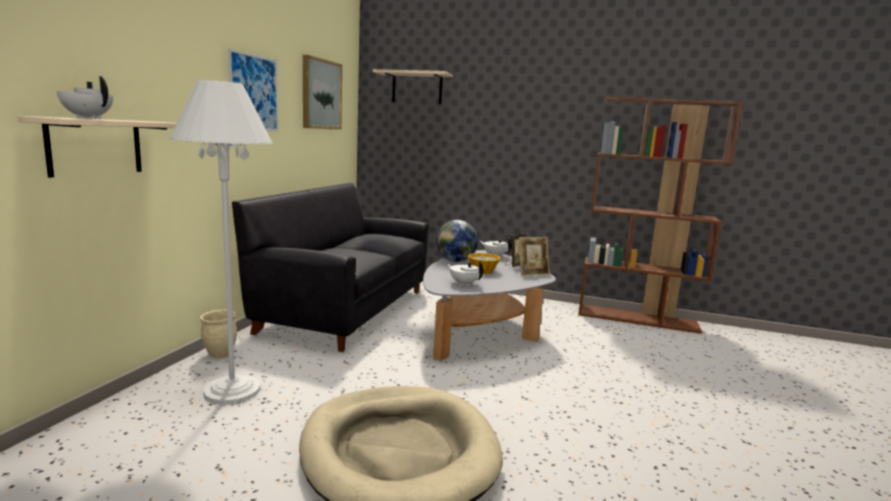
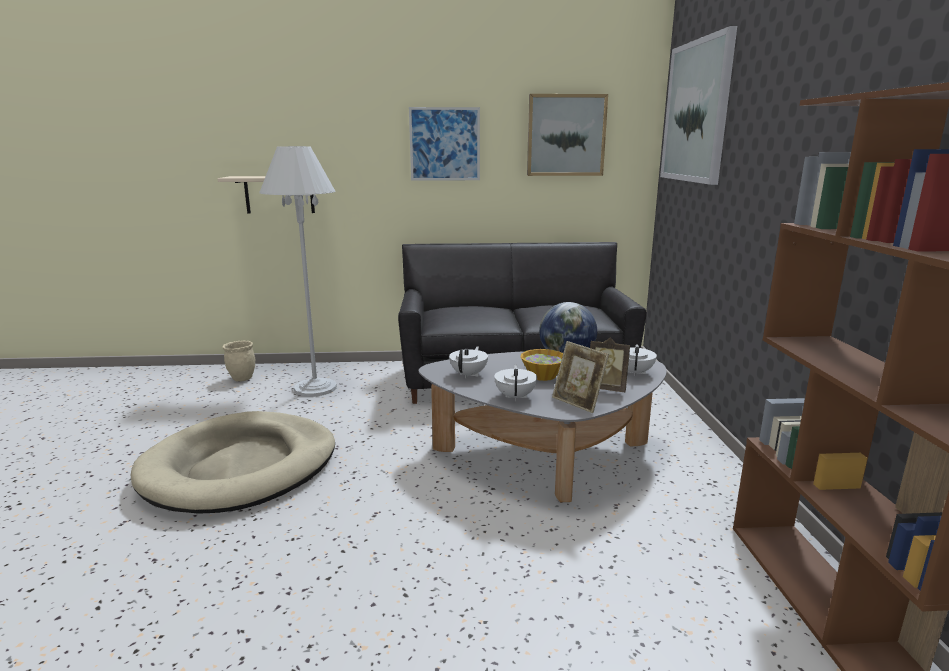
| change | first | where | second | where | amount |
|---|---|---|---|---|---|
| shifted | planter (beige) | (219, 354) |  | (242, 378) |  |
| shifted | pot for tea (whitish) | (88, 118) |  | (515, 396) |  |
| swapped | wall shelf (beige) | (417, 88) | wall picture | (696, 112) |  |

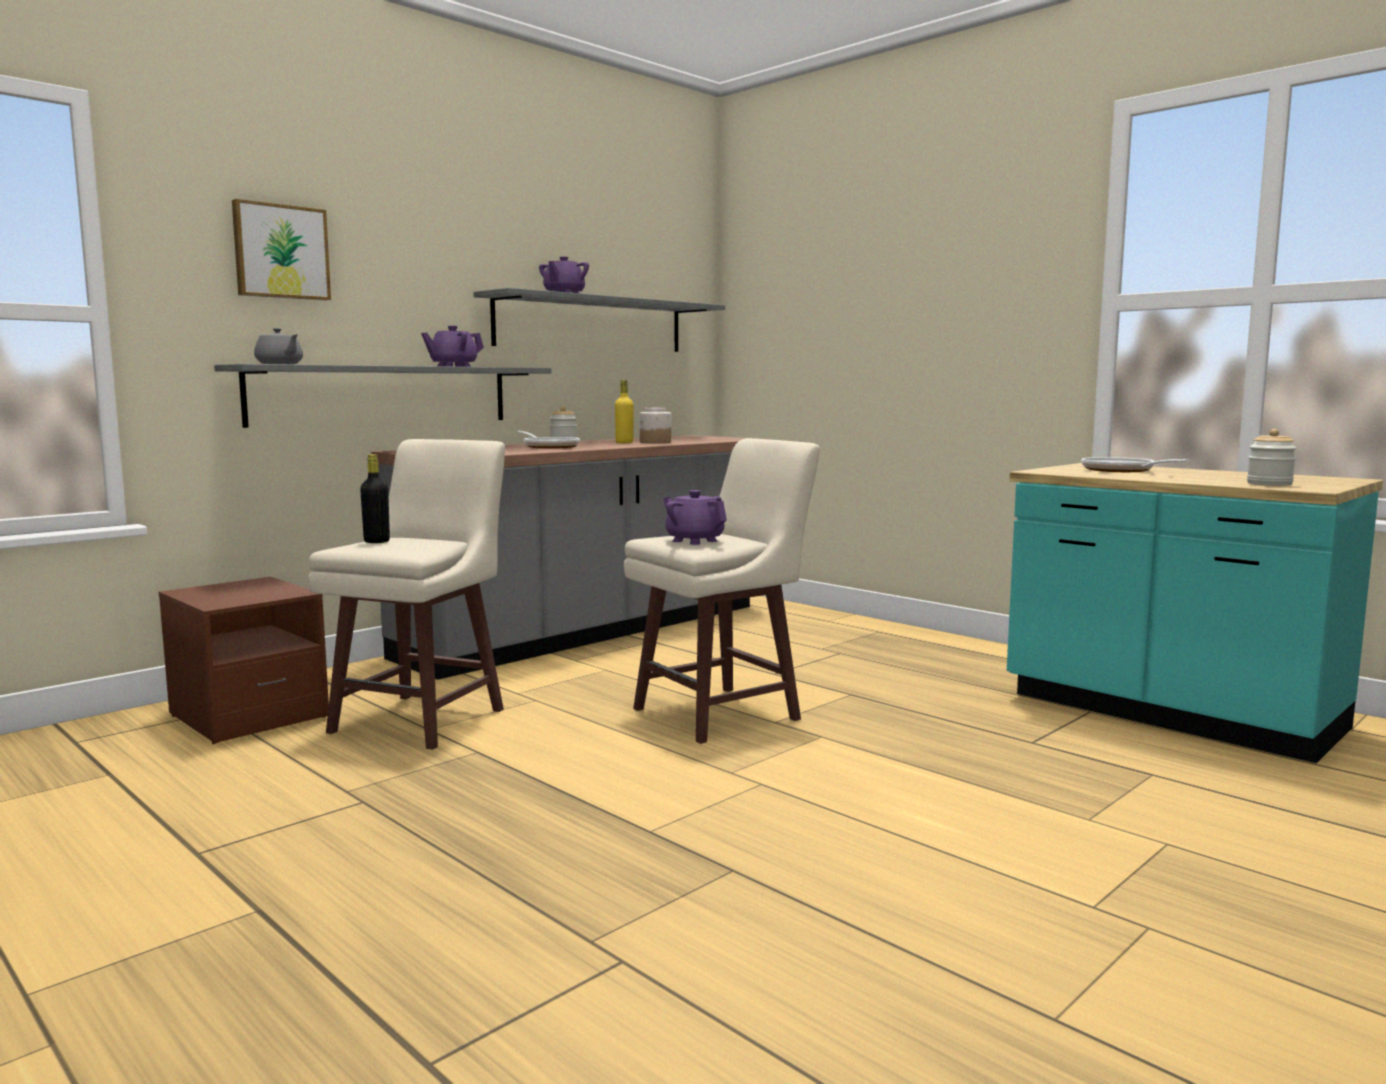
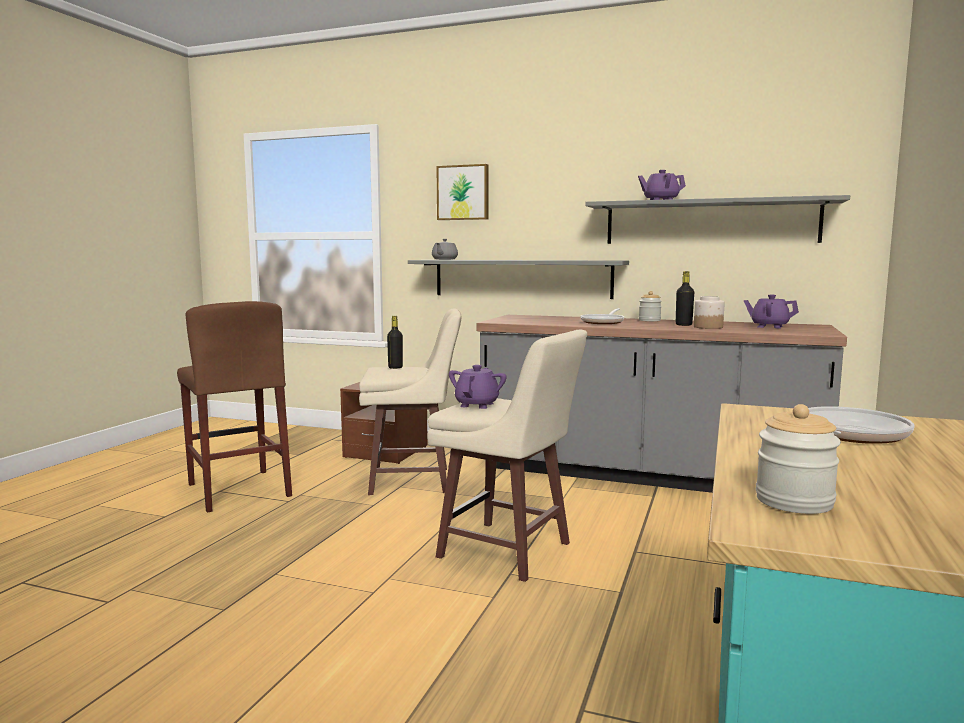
| change | first | where | second | where | amount |
|---|---|---|---|---|---|
| new |  |  | stool seat (brown-coloured) | (238, 490) |  |
| repainted | beverage bottle (yellowish) | (624, 443) | beverage bottle (black-coloured) | (683, 325) |  |
| shifted | pot for tea (purple) | (453, 366) |  | (769, 326) |  |

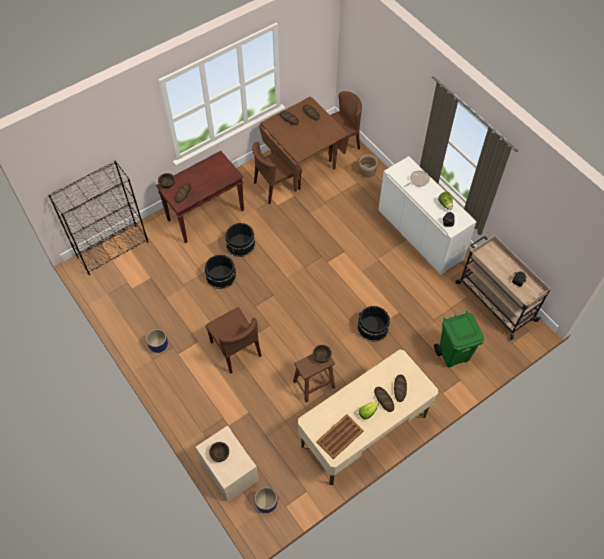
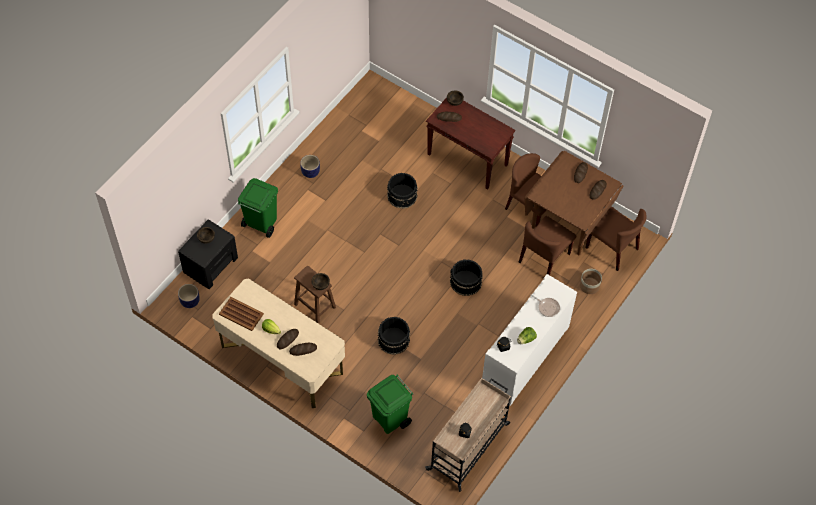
| change | first | where | second | where | amount |
|---|---|---|---|---|---|
| repainted | night table (beige) | (229, 470) | night table (black-coloured) | (211, 264) |  |
| new |  |  | trash can (green) | (261, 224) |  |
| shifted | water bucket (black-coloured) | (241, 245) |  | (465, 282) |  |
| shifted | upright chair (brown-coloured) | (236, 349) |  | (544, 258) |  |
| gone | bookcase (black-coloured) | (113, 249) |  |  |  |

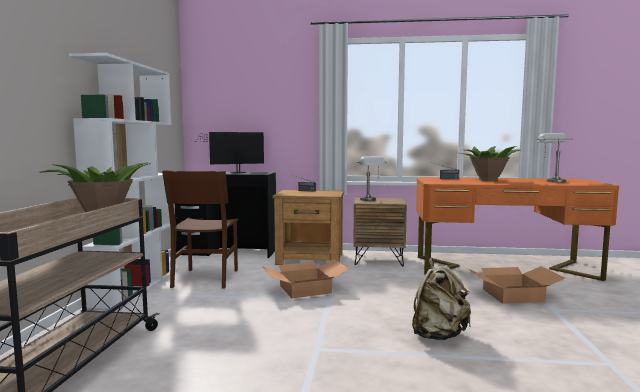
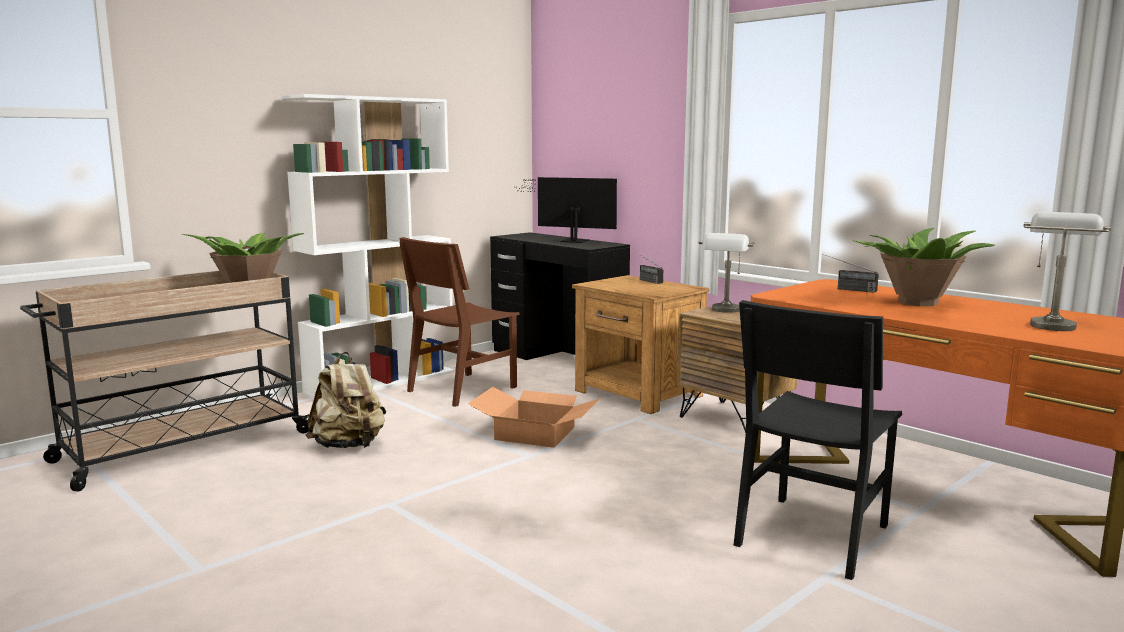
| change | first | where | second | where | amount |
|---|---|---|---|---|---|
| shifted | knapsack (beige) | (438, 335) |  | (349, 446) |  |
| swapped | carton | (512, 295) | upright chair (black-coloured) | (812, 535) |  |

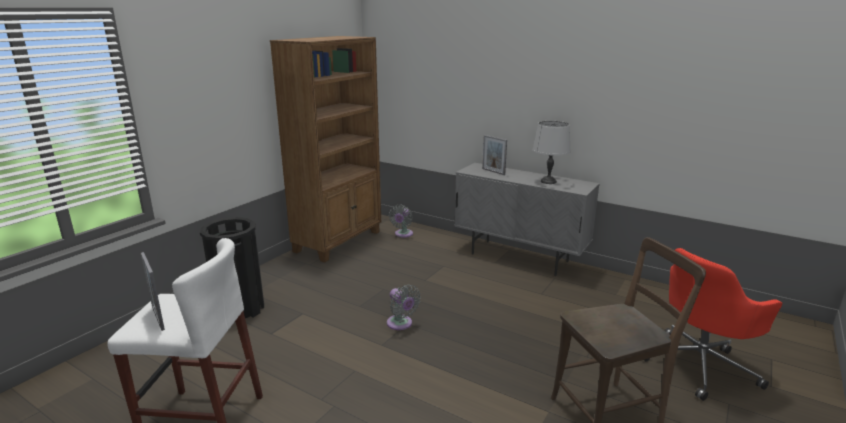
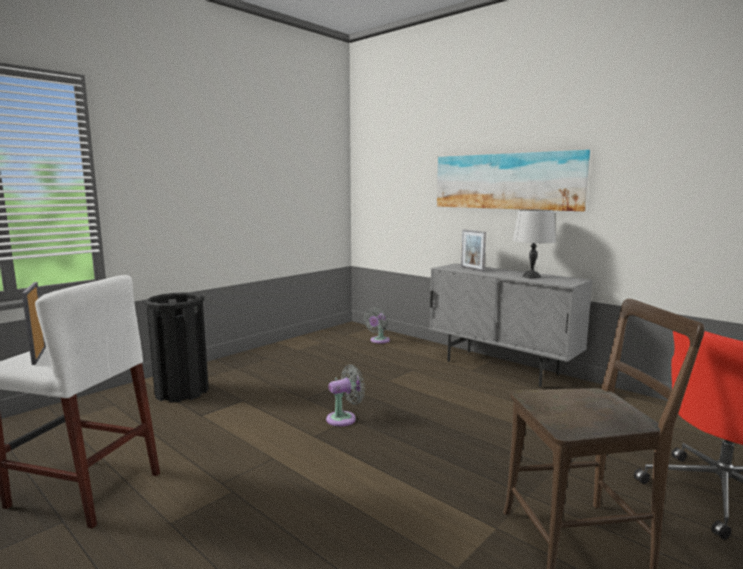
| change | first | where | second | where | amount |
|---|---|---|---|---|---|
| rotated | cooling fan (greyish) | (401, 324) |  | (344, 418) | 90 degrees counterclockwise |
| new |  |  | wall picture | (506, 181) |  |
| gone | bookcase (brown-coloured) | (339, 241) |  |  |  |

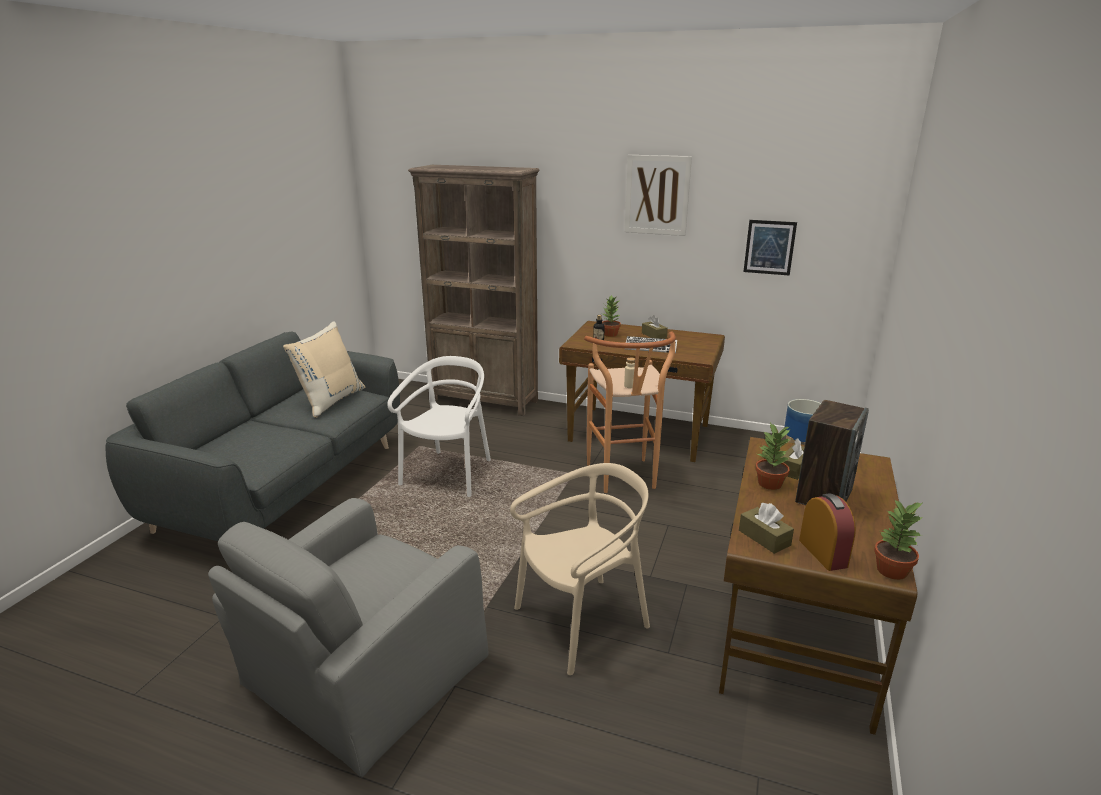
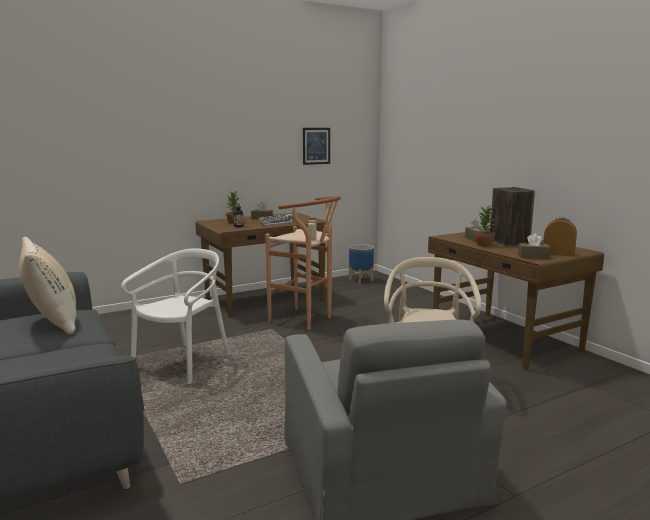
| change | first | where | second | where | amount |
|---|---|---|---|---|---|
| rotated | upright chair (whitish) | (448, 474) |  | (183, 363) | 60 degrees clockwise |
| gone | bookcase (brown-coloured) | (484, 401) |  |  |  |
| gone | wall picture | (657, 195) |  |  |  |
| gone | plant in a pot | (892, 571) |  |  |  |

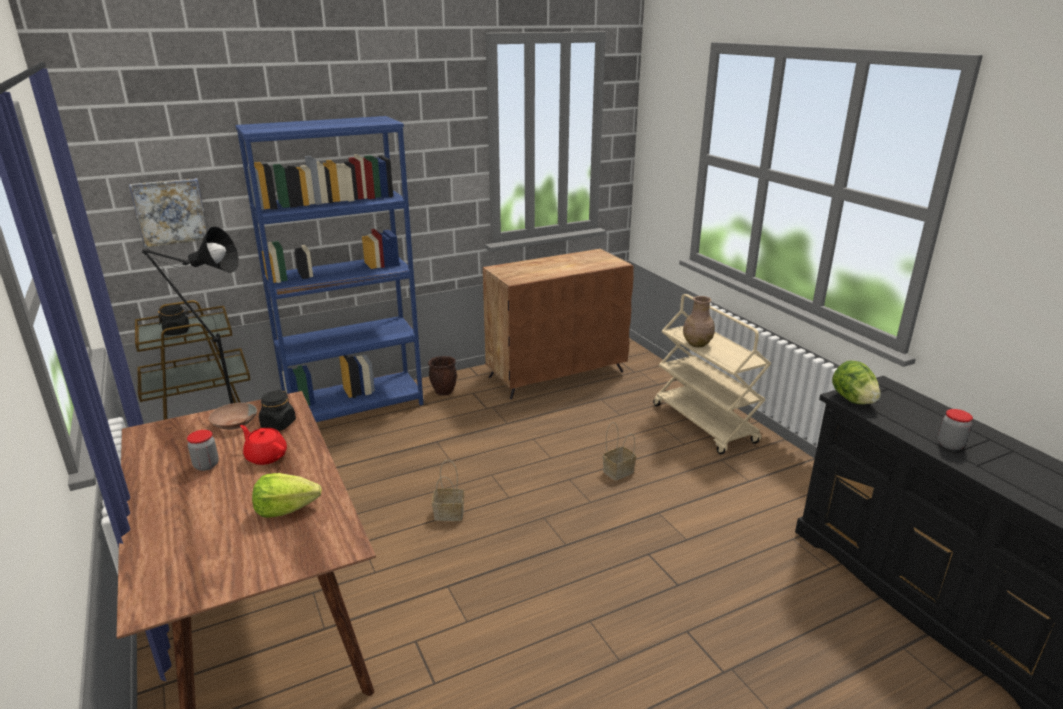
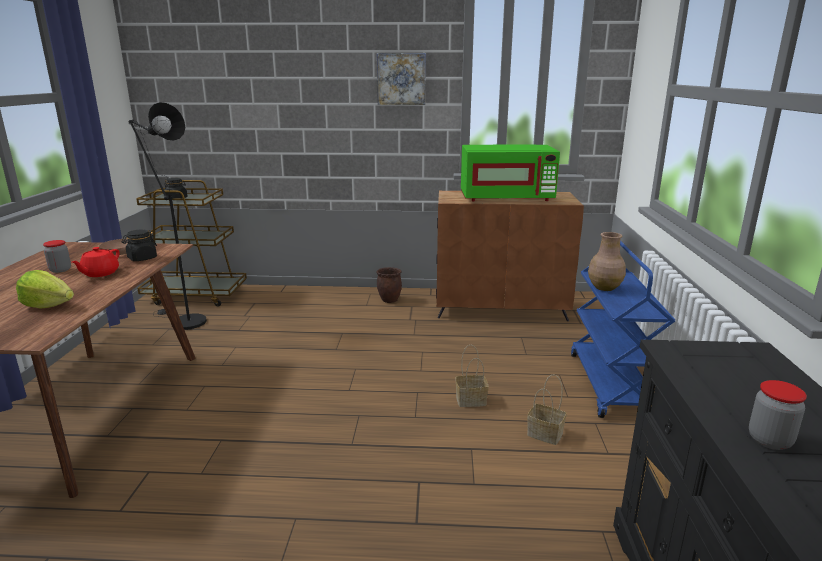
| change | first | where | second | where | amount |
|---|---|---|---|---|---|
| rotated | pot for tea (red) | (266, 456) |  | (100, 273) | 135 degrees counterclockwise |
| shifted | wall picture | (170, 211) |  | (401, 79) |  |
| new |  |  | microwave (green) | (506, 198) |  |
| shifted | household basket | (448, 514) |  | (543, 434) |  |
| repainted | trolley (beige) | (705, 424) | trolley (blue-coloured) | (611, 385) |  |
| gone | bookcase (blue-coloured) | (355, 407) |  |  |  |
| gone | head of lettuce | (852, 400) |  |  |  |

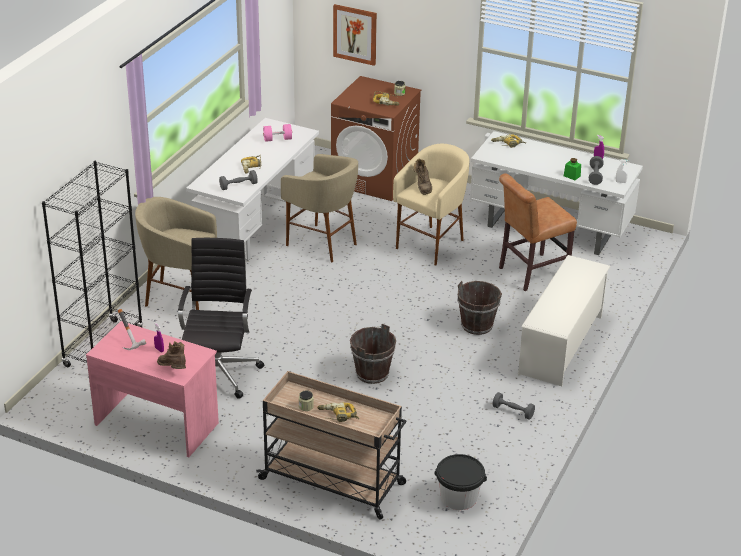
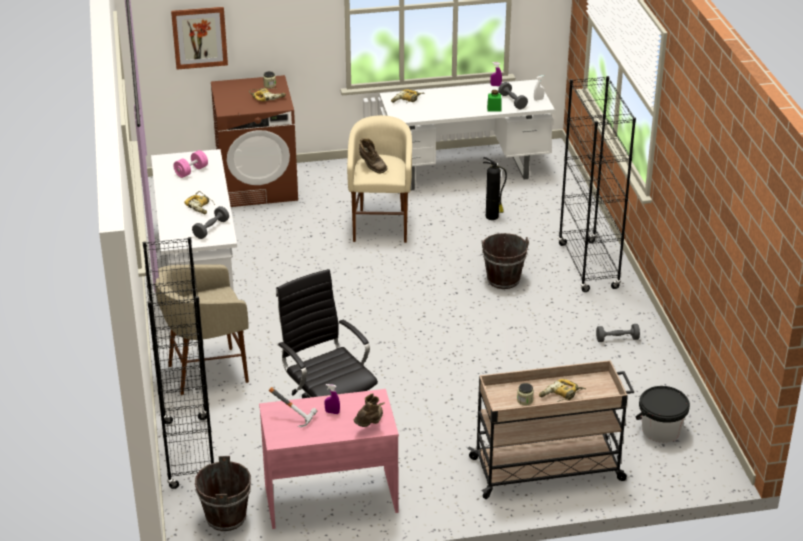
| change | first | where | second | where | amount |
|---|---|---|---|---|---|
| shifted | water bucket (brown-coloured) | (372, 373) |  | (226, 517) |  |
| rotated | tall boot (brown-coloured) | (173, 370) |  | (370, 424) | 105 degrees clockwise |
| swapped | upright chair (brown-coloured) | (530, 273) | extinguisher | (493, 217) |  |
| swapped | shoe rack (whitish) | (561, 345) | bookcase (black-coloured) | (588, 266) |  |
| gone | stool seat (beige) | (322, 244) |  |  |  |

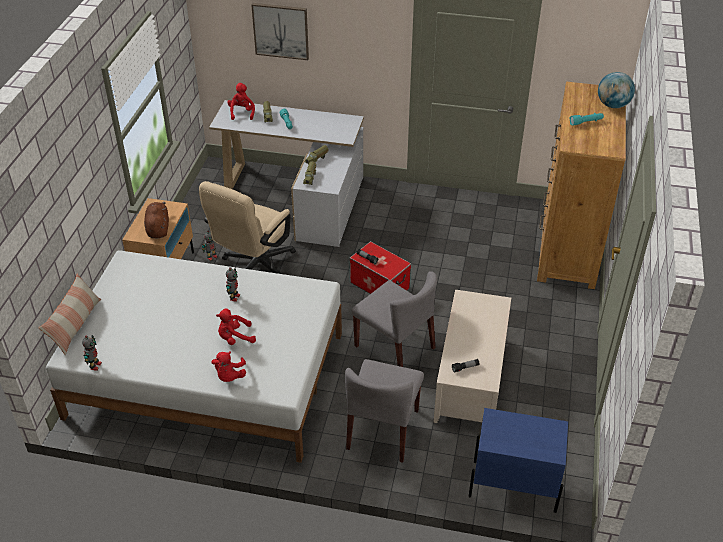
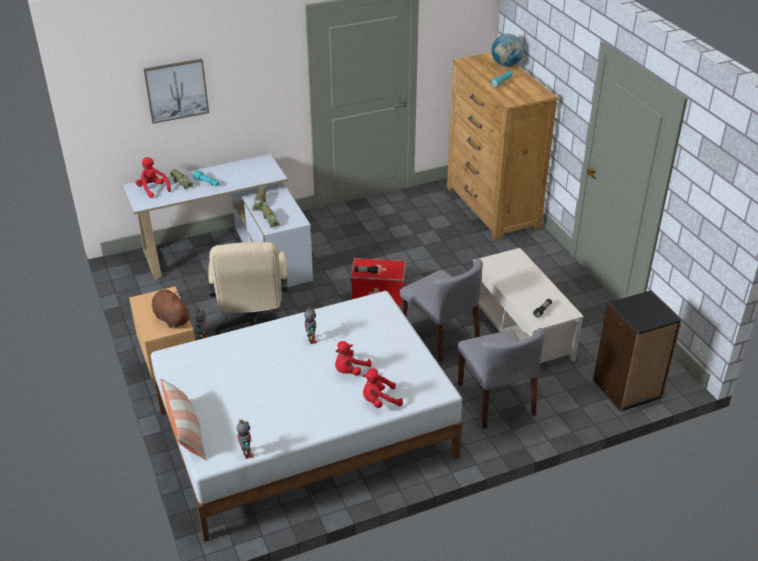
| change | first | where | second | where | amount |
|---|---|---|---|---|---|
| rotated | plush toy (red) | (229, 376) |  | (379, 401) | 105 degrees clockwise |
| rotated | upright chair (greyish) | (395, 347) |  | (440, 336) | 45 degrees clockwise |
| swapped | night table (blue-coloured) | (513, 486) | bookcase (black-coloured) | (627, 389) |  |

